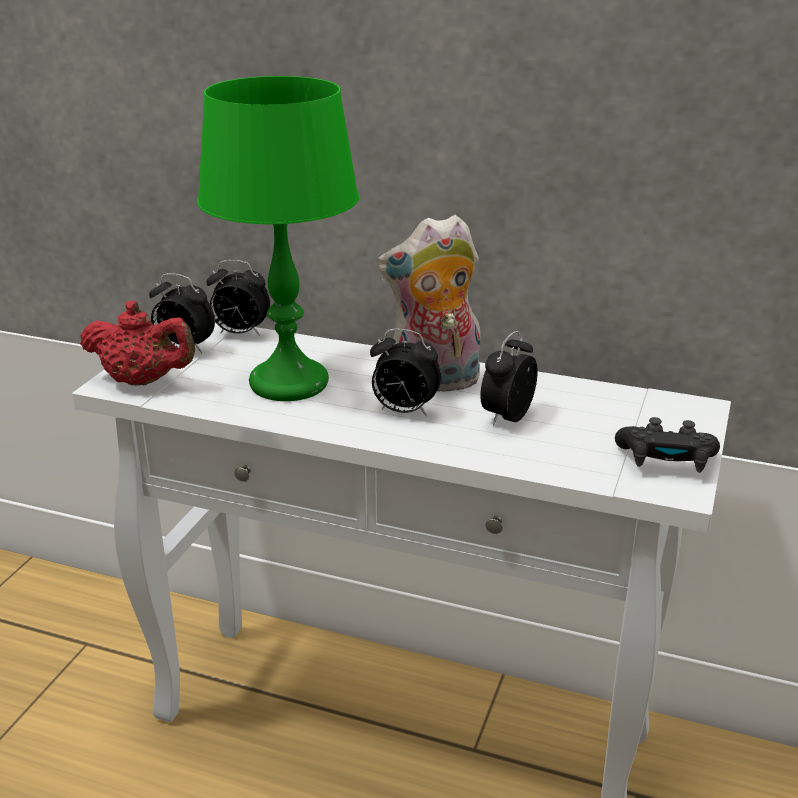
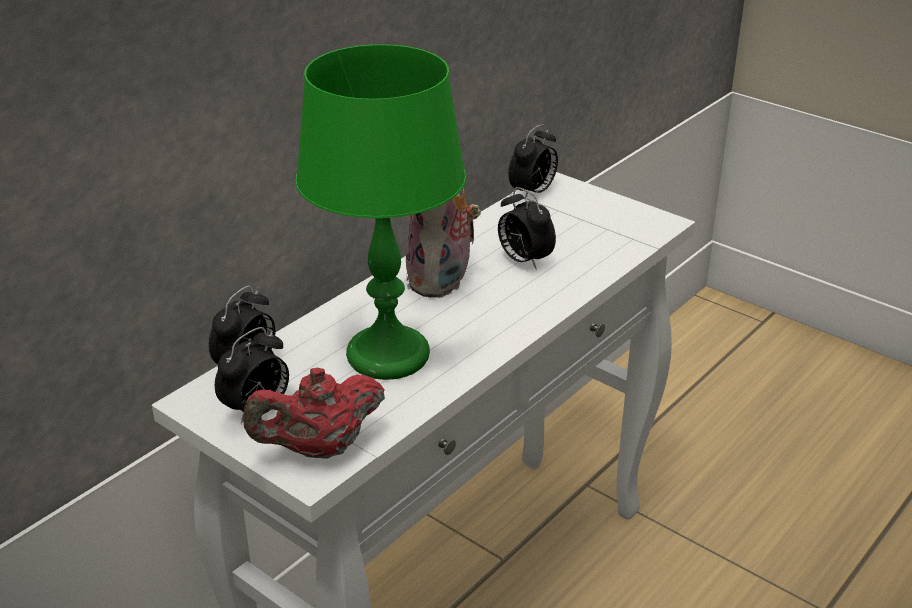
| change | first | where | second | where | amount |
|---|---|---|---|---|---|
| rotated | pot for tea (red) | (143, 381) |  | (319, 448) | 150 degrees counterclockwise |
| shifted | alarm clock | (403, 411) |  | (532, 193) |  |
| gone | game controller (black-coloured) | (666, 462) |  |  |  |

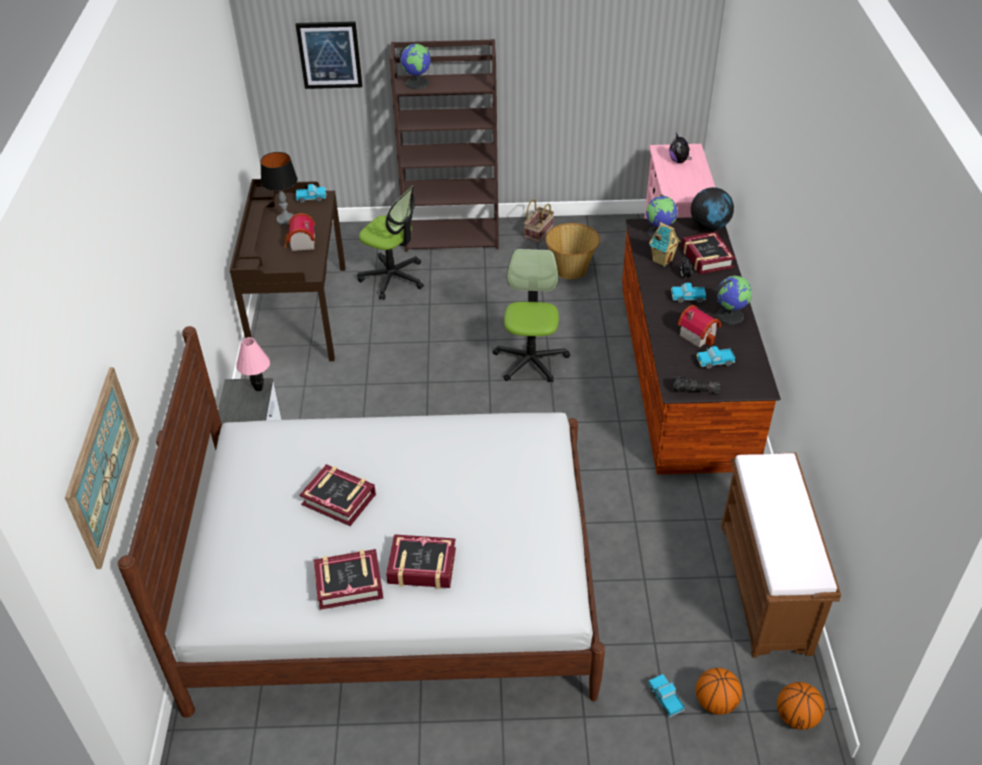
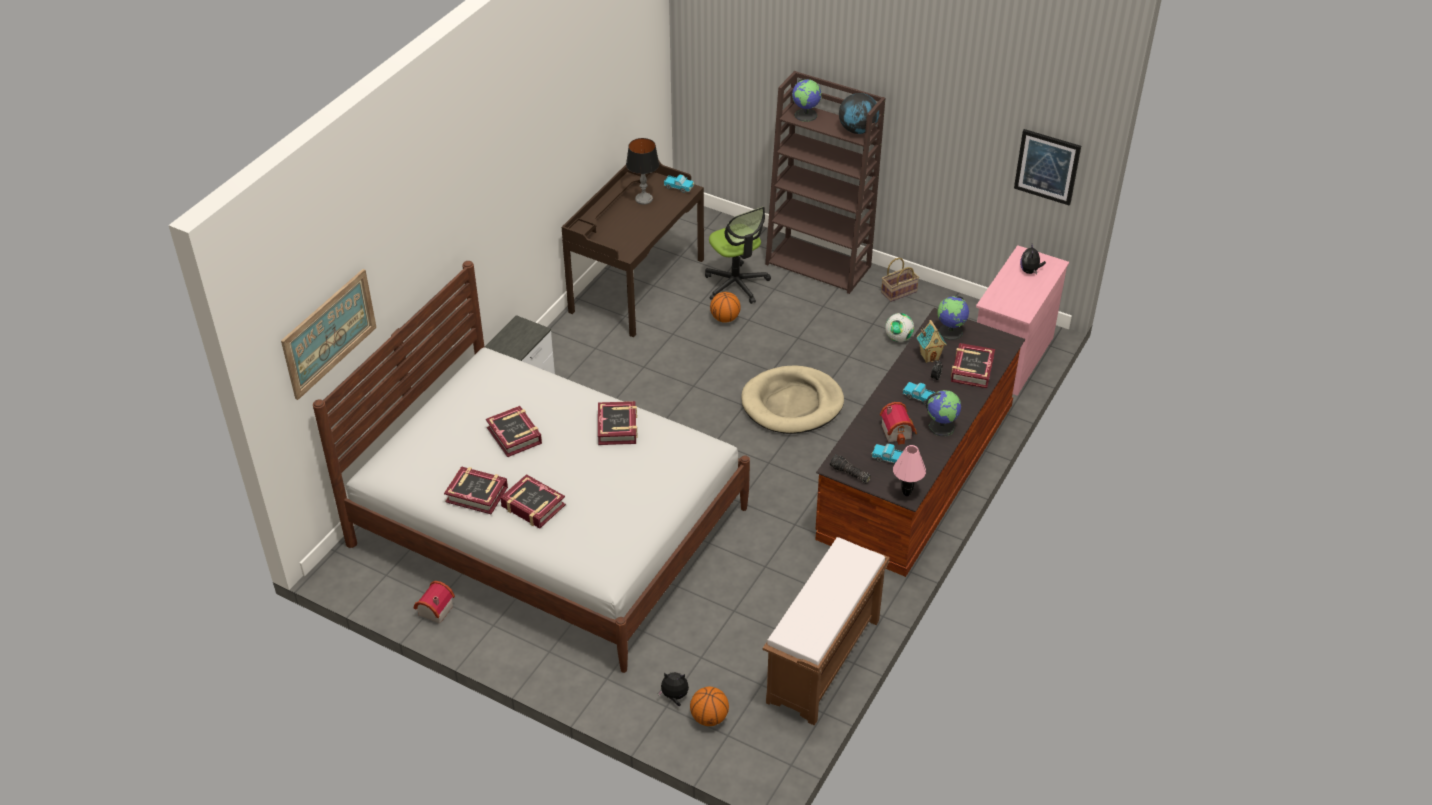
| change | first | where | second | where | amount |
|---|---|---|---|---|---|
| shifted | toy house | (301, 243) |  | (433, 610) |  |
| new |  |  | bound book | (618, 427) |  |
| swapped | toy truck | (665, 699) | plush toy | (674, 697) |  |
| shifted | basketball | (796, 717) |  | (725, 318) |  |
| swapped | desk chair | (530, 361) | dog bed (beige) | (792, 404) |  |
| shifted | globe | (709, 226) |  | (858, 130) |  |
| swapped | household basket | (571, 269) | football ball | (898, 338) |  |
| shifted | tabletop lamp (pink-coloured) | (259, 388) |  | (907, 493) |  |
| shifted | wall picture | (329, 55) |  | (1047, 166) |  |

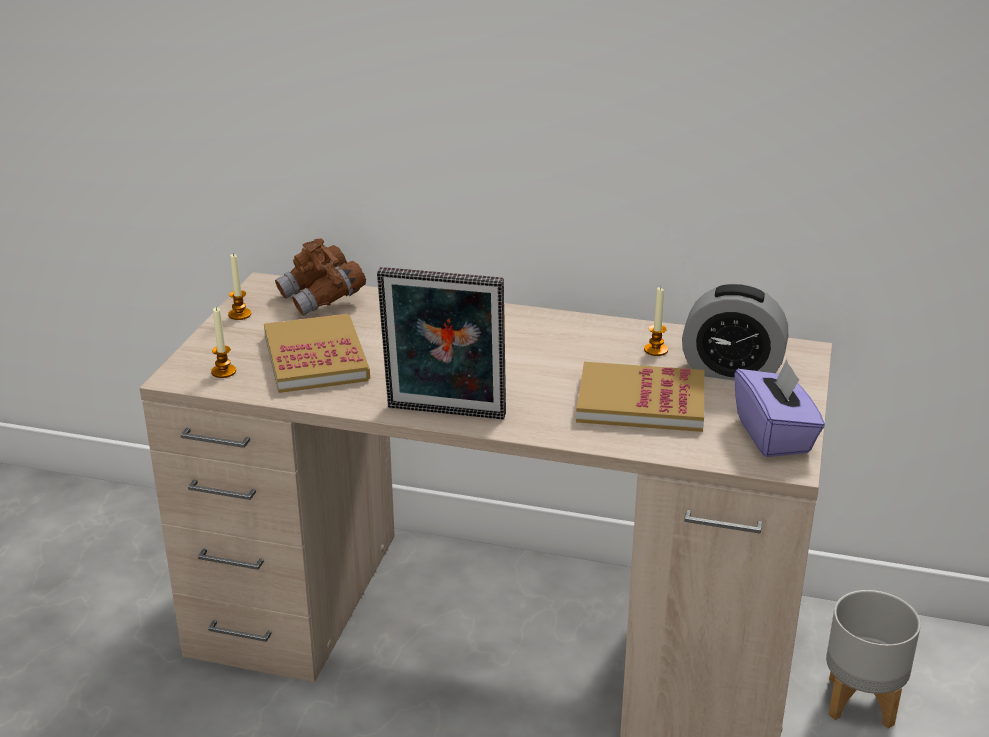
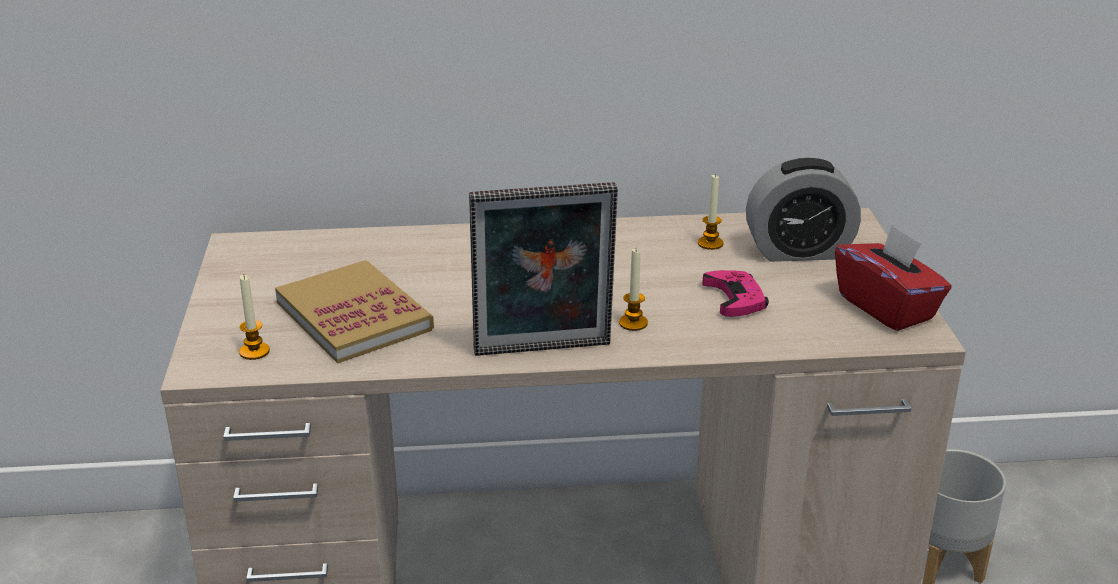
| change | first | where | second | where | amount |
|---|---|---|---|---|---|
| shifted | candle | (239, 314) |  | (633, 323) |  |
| swapped | bound book | (641, 402) | game controller (pink-coloured) | (735, 298) |  |
| repainted | tissue holder (purple) | (774, 435) | tissue holder (red) | (887, 307) |  |
| gone | pair of binoculars (brown-coloured) | (322, 299) |  |  |  |

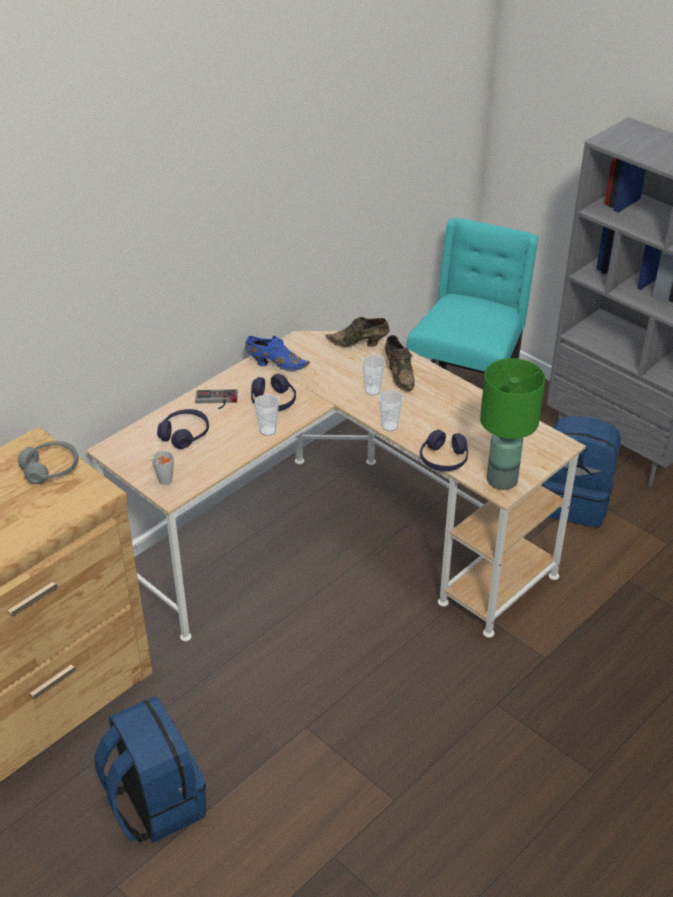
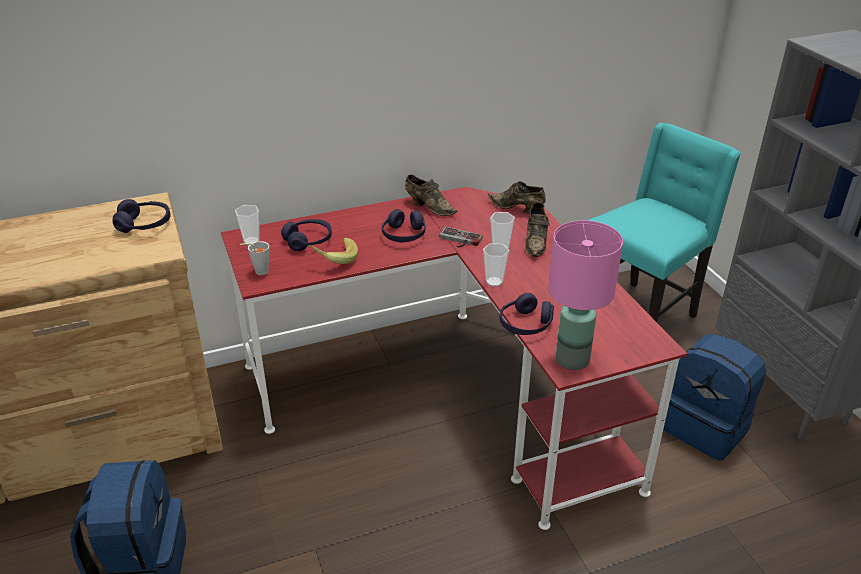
| change | first | where | second | where | amount |
|---|---|---|---|---|---|
| repainted | headphones (greyish) | (50, 469) | headphones (purple) | (144, 224) |  |
| repainted | desk (beige) | (335, 542) | desk (red) | (450, 393) |  |
| shifted | cup | (268, 431) |  | (251, 241) |  |
| new |  |  | banana | (334, 259) |  |
| repainted | low shoe (blue-coloured) | (275, 364) | low shoe (brown-coloured) | (429, 207) |  |
| shifted | game controller | (216, 401) |  | (459, 240) |  |
| repainted | tabletop lamp (green) | (501, 480) | tabletop lamp (pink-coloured) | (571, 360) |  |

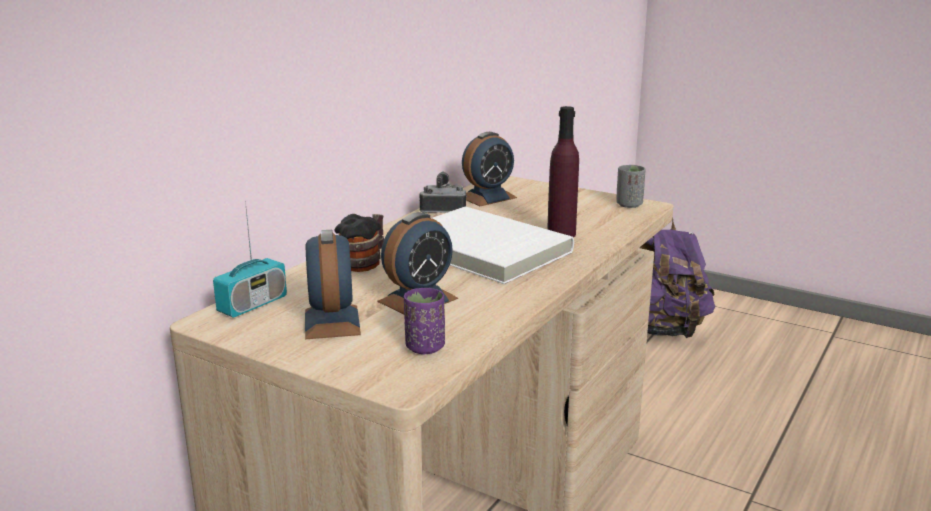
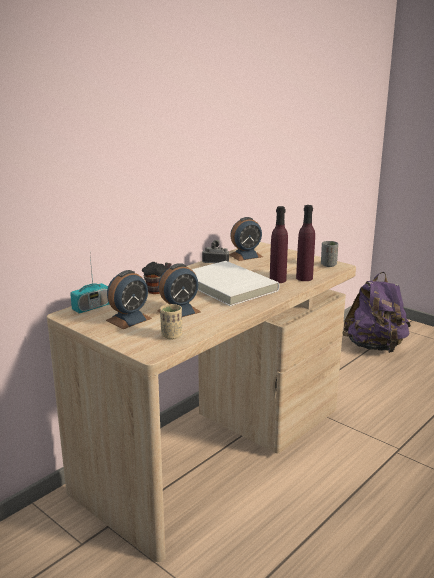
| change | first | where | second | where | amount |
|---|---|---|---|---|---|
| rotated | alarm clock | (332, 322) |  | (129, 319) | 45 degrees clockwise |
| repainted | cup (purple) | (425, 347) | cup (beige) | (171, 336) |  |
| new |  |  | beverage bottle (purple) | (304, 278) |  |

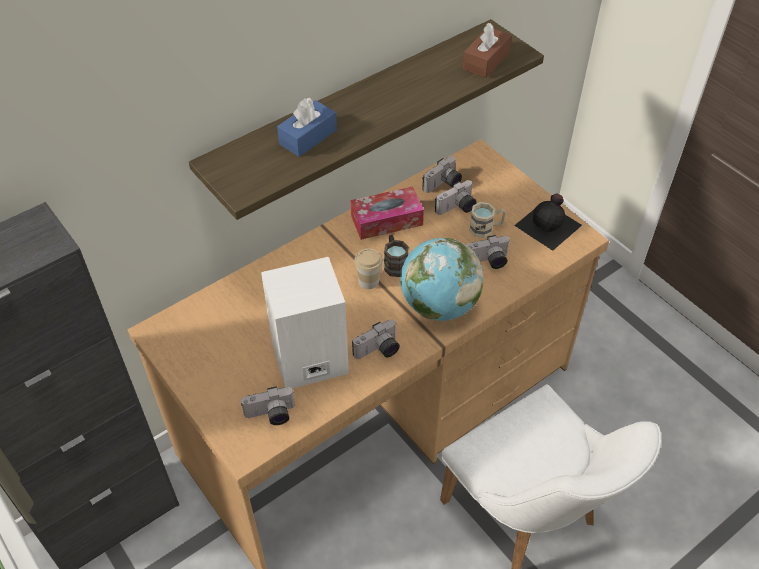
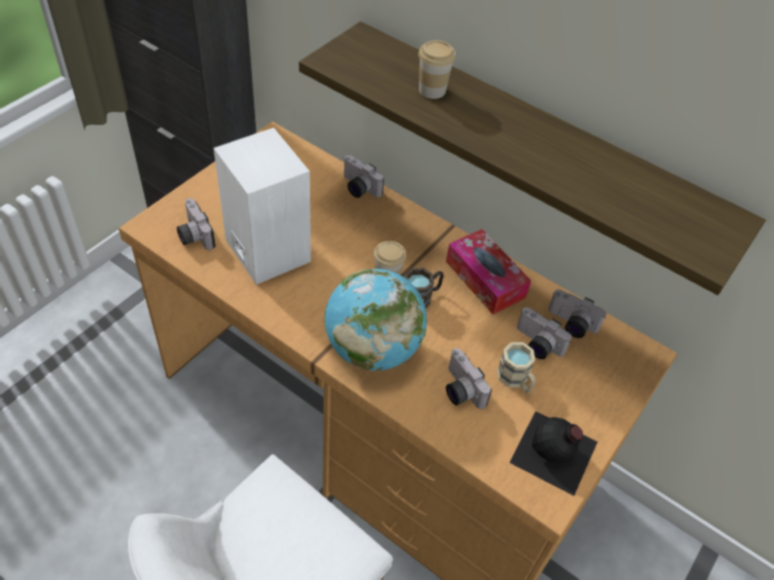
| change | first | where | second | where | amount |
|---|---|---|---|---|---|
| shifted | photo camera | (378, 351) |  | (358, 188) |  |
| swapped | tissue holder (blue-coloured) | (308, 137) | cup | (432, 90) |  |
| gone | tissue holder (brown-coloured) | (486, 61) |  |  |  |

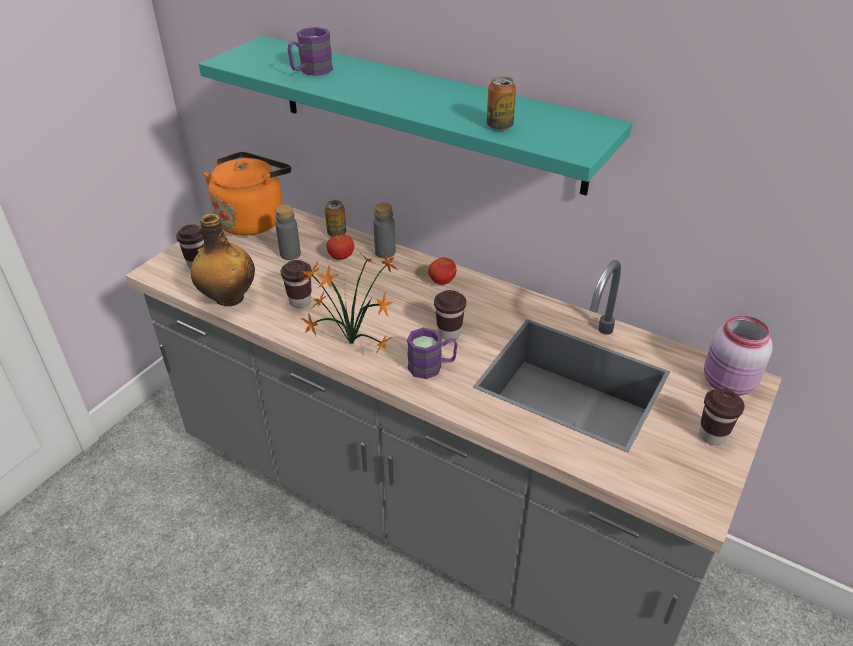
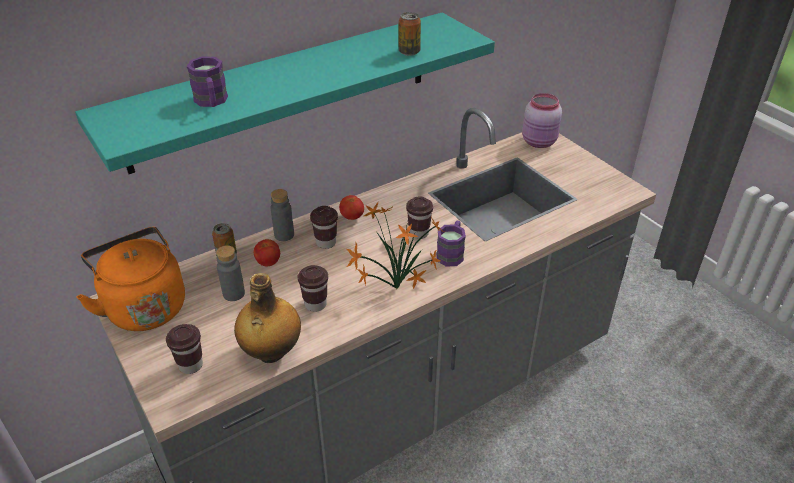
| change | first | where | second | where | amount |
|---|---|---|---|---|---|
| shifted | cup (brown-coloured) | (712, 435) |  | (326, 243) |  |

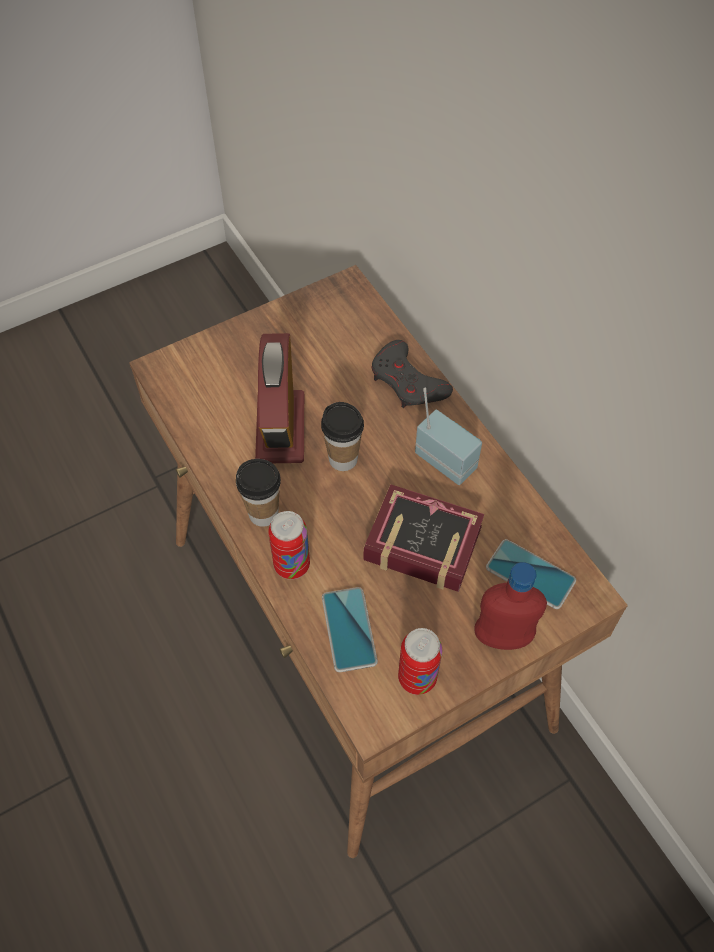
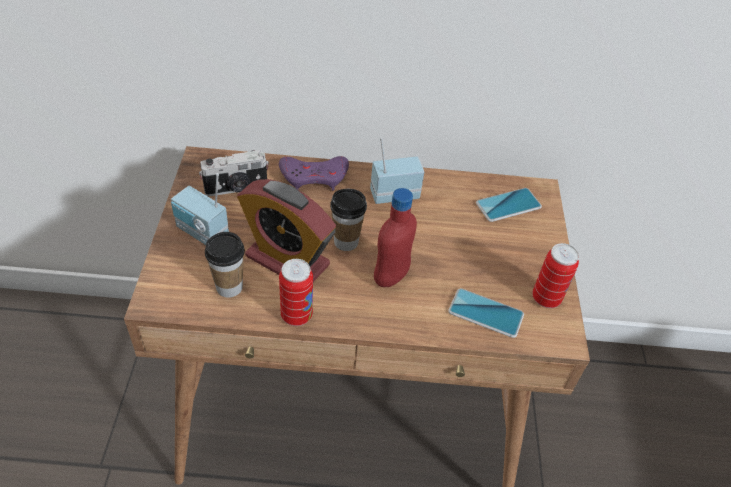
| change | first | where | second | where | amount |
|---|---|---|---|---|---|
| new |  |  | radio receiver | (201, 233) |  |
| new |  |  | photo camera | (236, 188) |  |
| shifted | cup | (263, 513) |  | (229, 287) |  |
| repainted | game controller (greyish) | (407, 382) | game controller (purple) | (314, 177) |  |
| shifted | can | (292, 565) |  | (296, 315) |  |
| shifted | beverage bottle (red) | (502, 637) |  | (391, 276) |  |
| gone | bound book | (419, 539) |  |  |  |

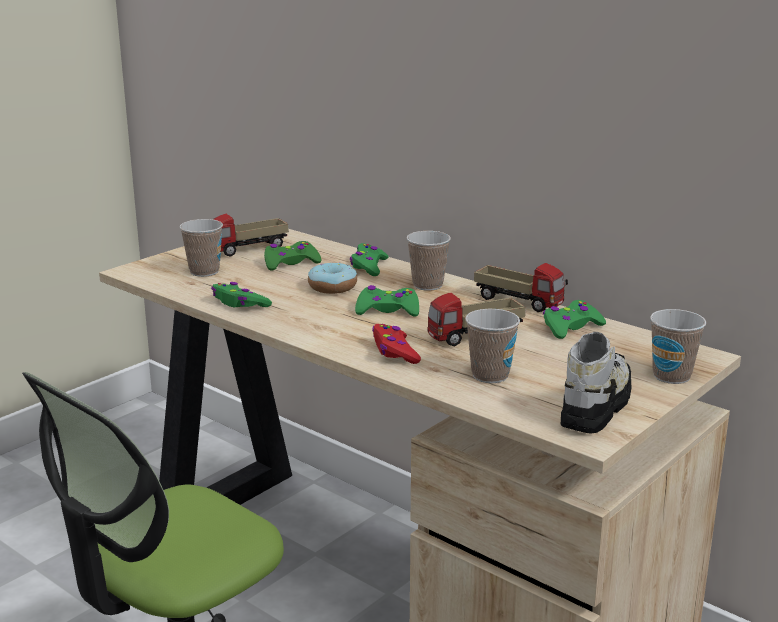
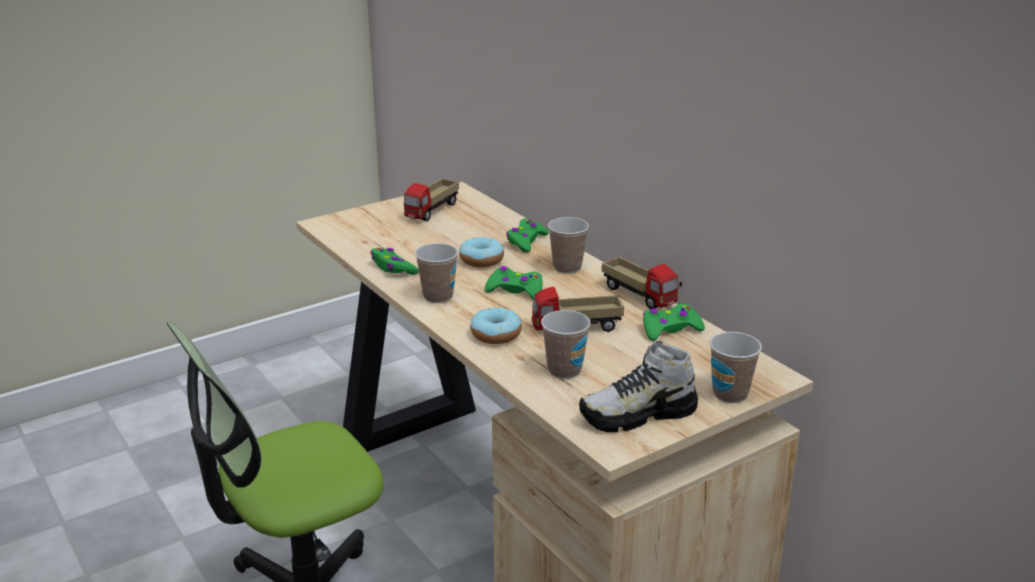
| change | first | where | second | where | amount |
|---|---|---|---|---|---|
| rotated | toy truck | (249, 249) |  | (432, 211) | 45 degrees counterclockwise |
| shifted | cup | (204, 271) |  | (438, 296) |  |
| swapped | game controller (red) | (394, 352) | ring doughnut | (496, 335) |  |
| rotated | low shoe | (595, 406) |  | (638, 415) | 150 degrees counterclockwise |
| gone | game controller (green) | (290, 263) |  |  |  |

